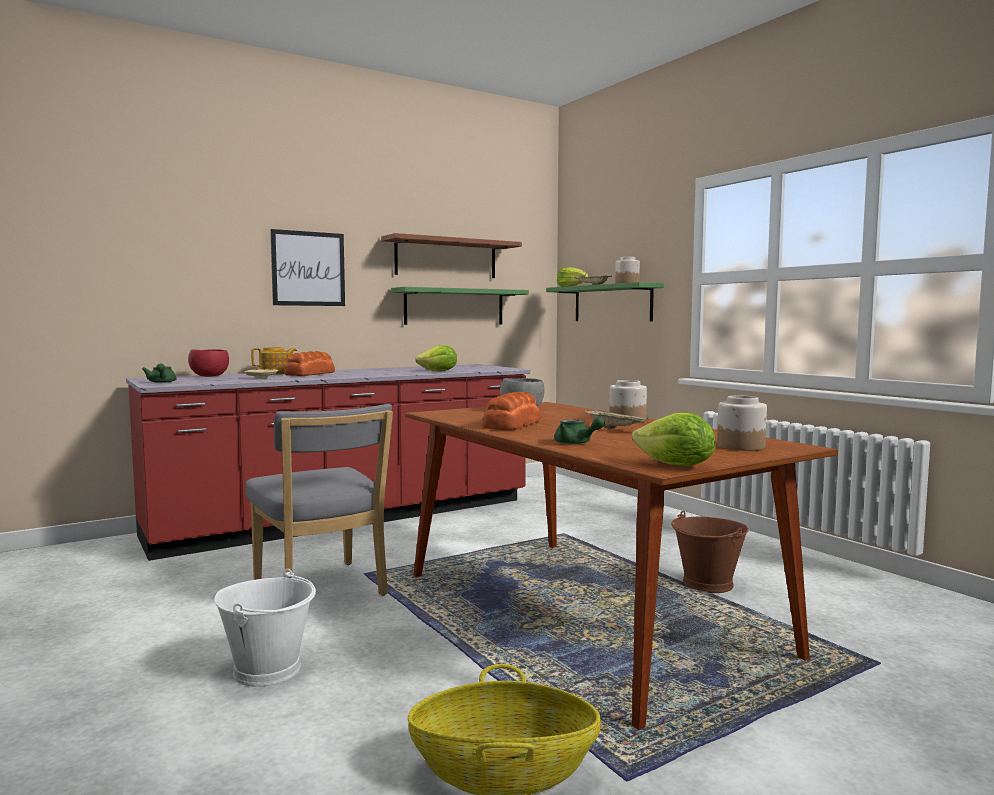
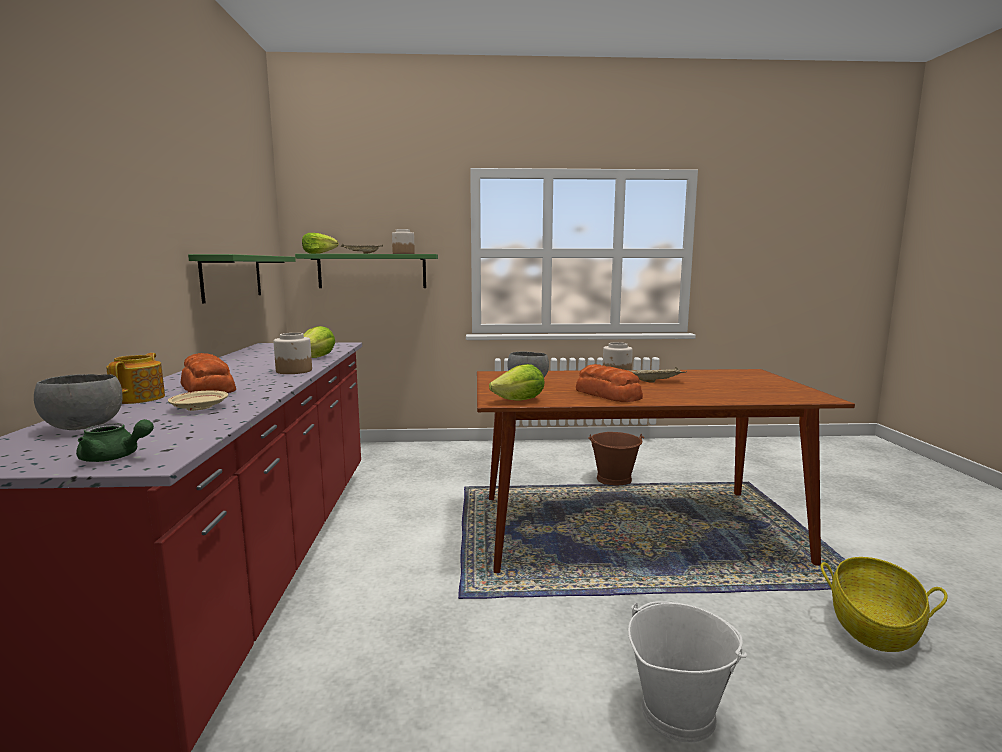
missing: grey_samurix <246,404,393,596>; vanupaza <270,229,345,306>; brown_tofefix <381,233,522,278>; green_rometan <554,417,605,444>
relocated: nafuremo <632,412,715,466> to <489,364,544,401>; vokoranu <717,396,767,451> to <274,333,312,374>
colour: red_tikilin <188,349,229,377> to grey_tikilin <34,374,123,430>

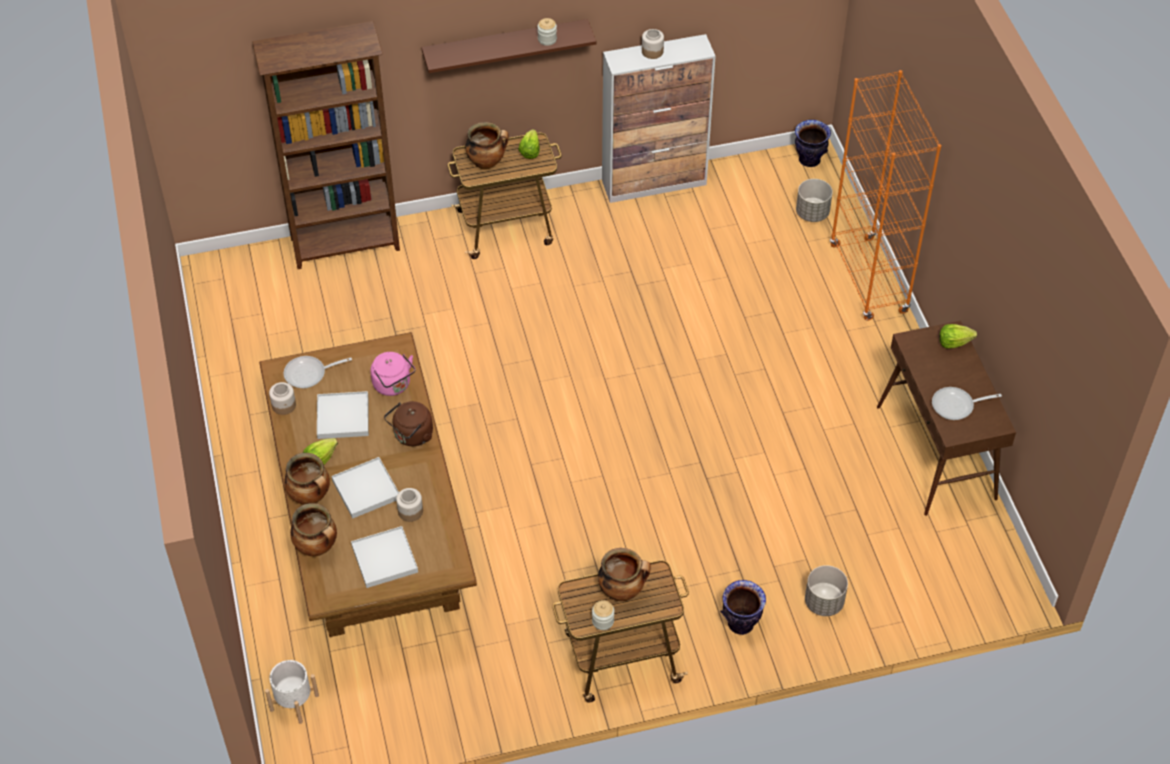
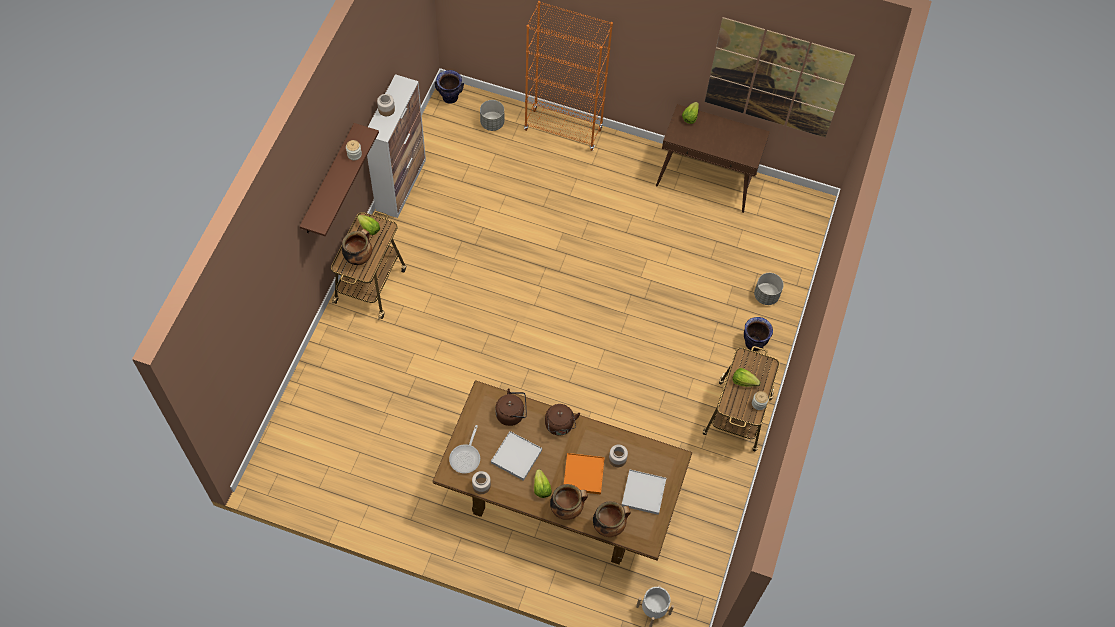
missing: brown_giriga <252,21,400,269>; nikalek <932,387,1002,420>
appeared: vanupaza <705,17,855,138>
exchanged: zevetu <598,548,651,601> to nafuremo <732,368,761,387>
colour: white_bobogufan <331,457,399,519> to orange_bobogufan <564,453,605,494>; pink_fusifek <370,352,416,396> to brown_fusifek <496,388,527,426>

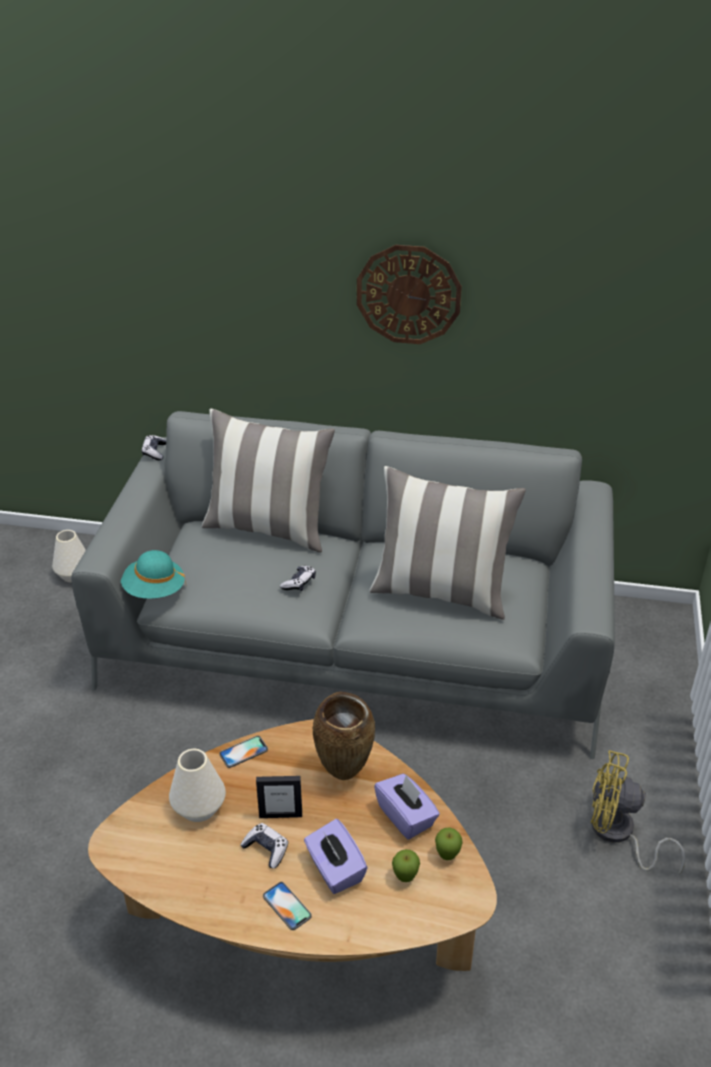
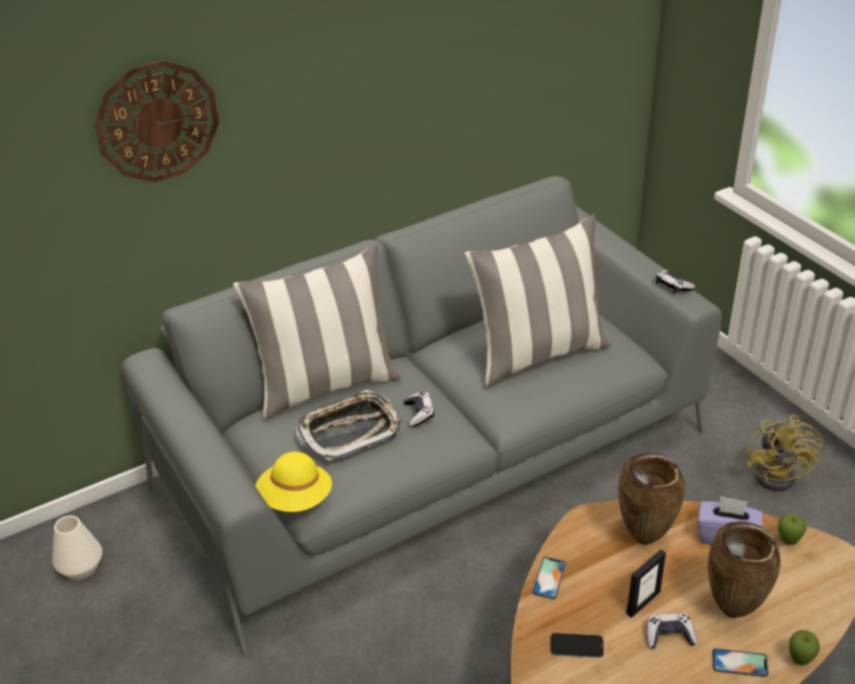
appeared: bobogufan <296,389,403,461>
relocated: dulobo <142,435,166,460> to <656,270,695,293>; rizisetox <357,245,462,344> to <95,60,219,182>; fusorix <392,849,420,882> to <789,630,820,665>
exchanged: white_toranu <169,749,226,822> to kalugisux <551,633,604,658>; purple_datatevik <304,819,368,894> to brown_toranu <708,521,781,618>
colour: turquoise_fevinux <121,550,186,599> to yellow_fevinux <255,452,332,512>
spun: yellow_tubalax <591,750,686,875> = <746,414,824,491> 60 degrees counterclockwise

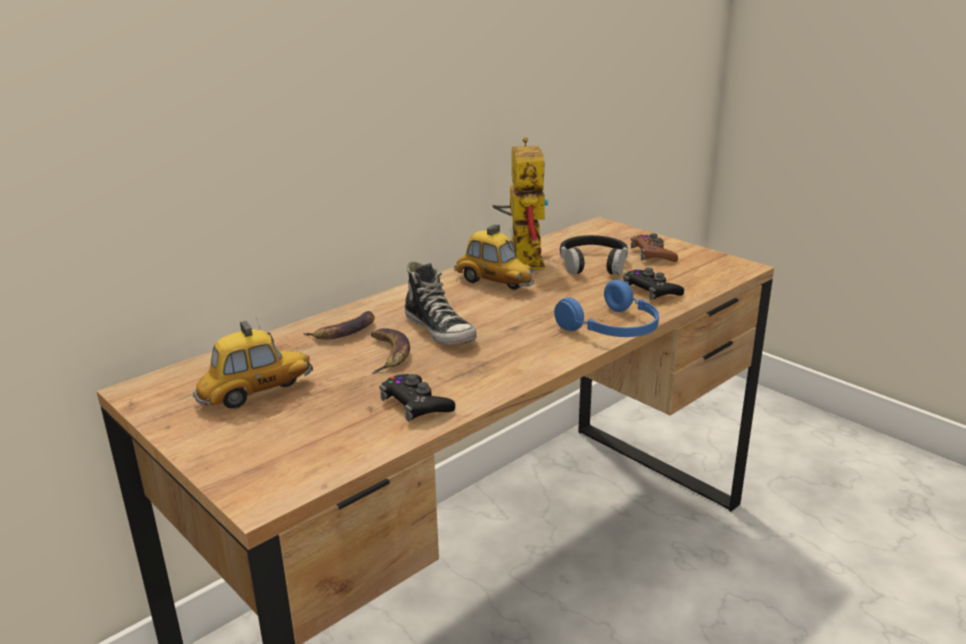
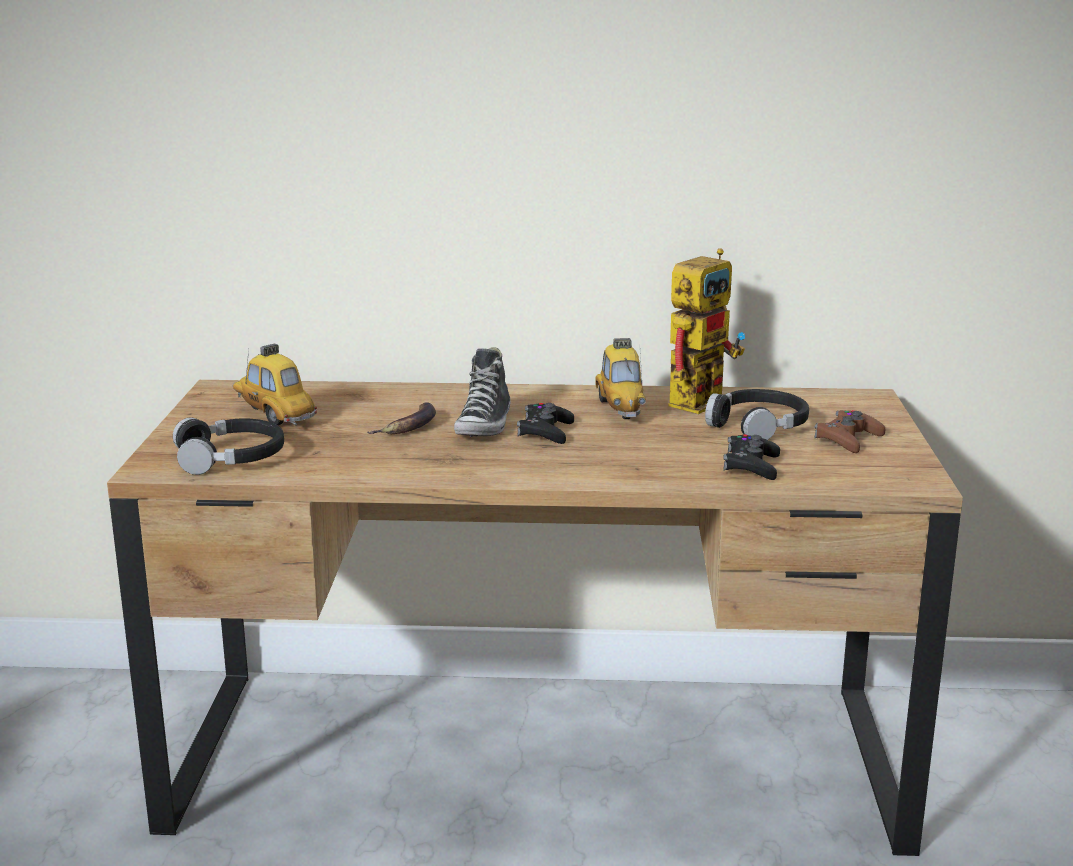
missing: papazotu <303,311,375,339>; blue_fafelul <554,280,659,337>
appeared: black_fafelul <173,417,284,475>
relocated: black_dulobo <379,374,455,421> to <517,403,574,444>
spun: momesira <193,318,313,409> = <233,343,317,425> 150 degrees counterclockwise

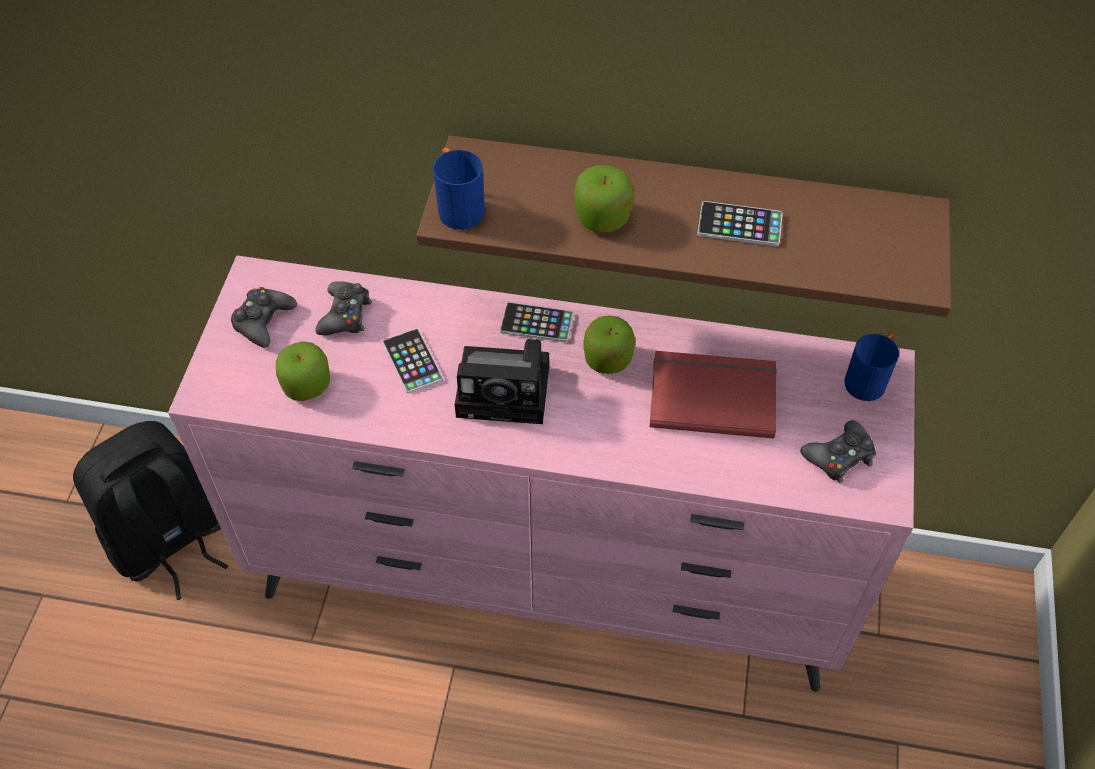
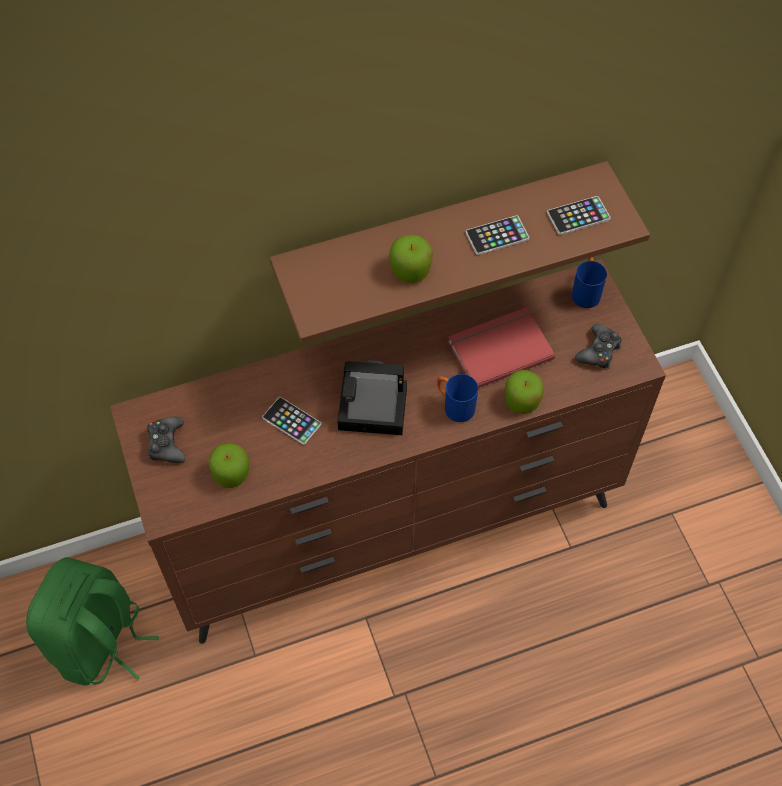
missing: black_dulobo <315,281,372,335>
relocated: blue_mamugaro <433,148,485,230> to <437,374,478,422>; kalugisux <500,302,574,342> to <547,196,611,235>; fusorix <583,315,635,374> to <505,370,544,414>
colour: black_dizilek <73,421,229,600> to green_dizilek <26,557,159,686>; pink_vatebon <168,256,915,692> to brown_vatebon <110,259,666,644>
spun: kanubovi <455,339,549,424> = <337,360,407,435> 150 degrees counterclockwise

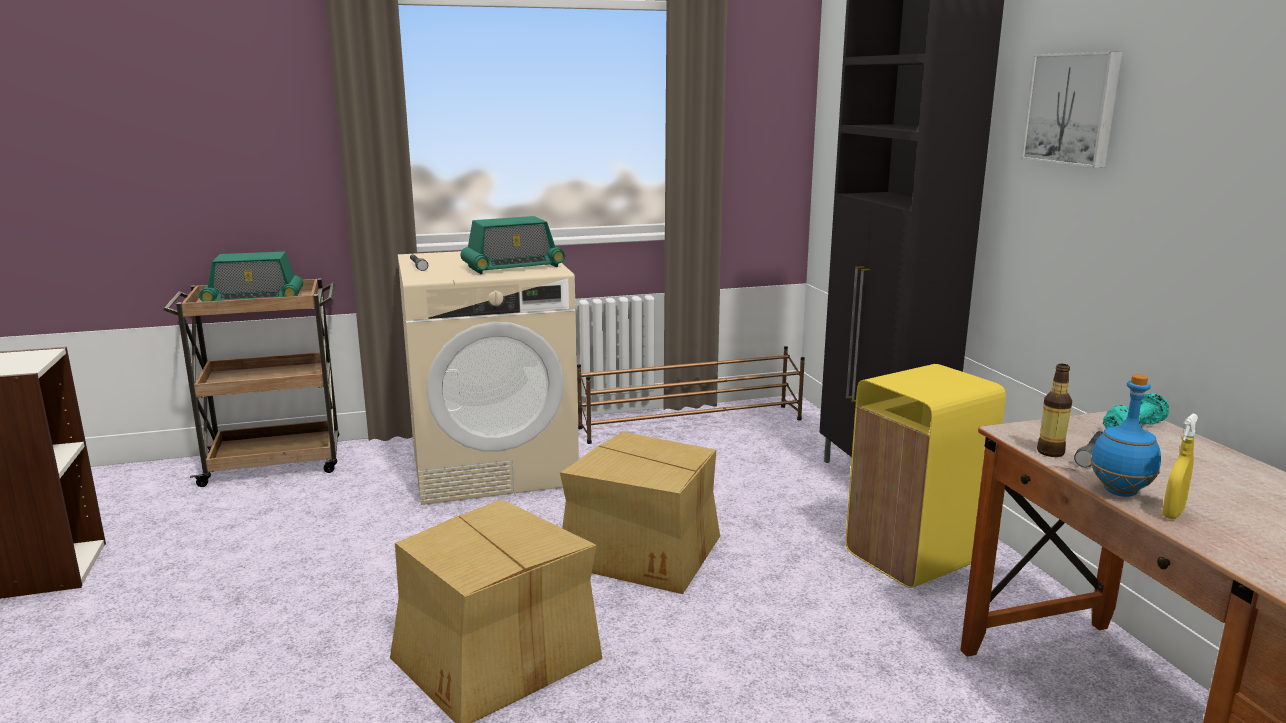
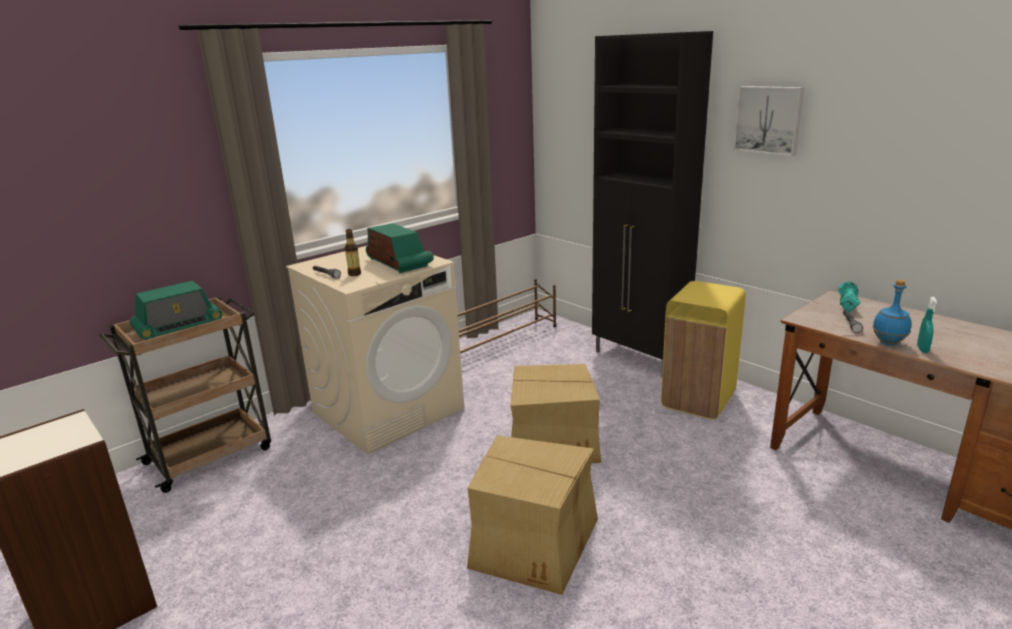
relocated: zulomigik <1037,364,1072,457> to <345,229,361,276>
colour: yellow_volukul <1162,413,1198,519> to turquoise_volukul <917,297,938,353>
spun: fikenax <460,216,565,274> = <366,223,434,273> 75 degrees counterclockwise

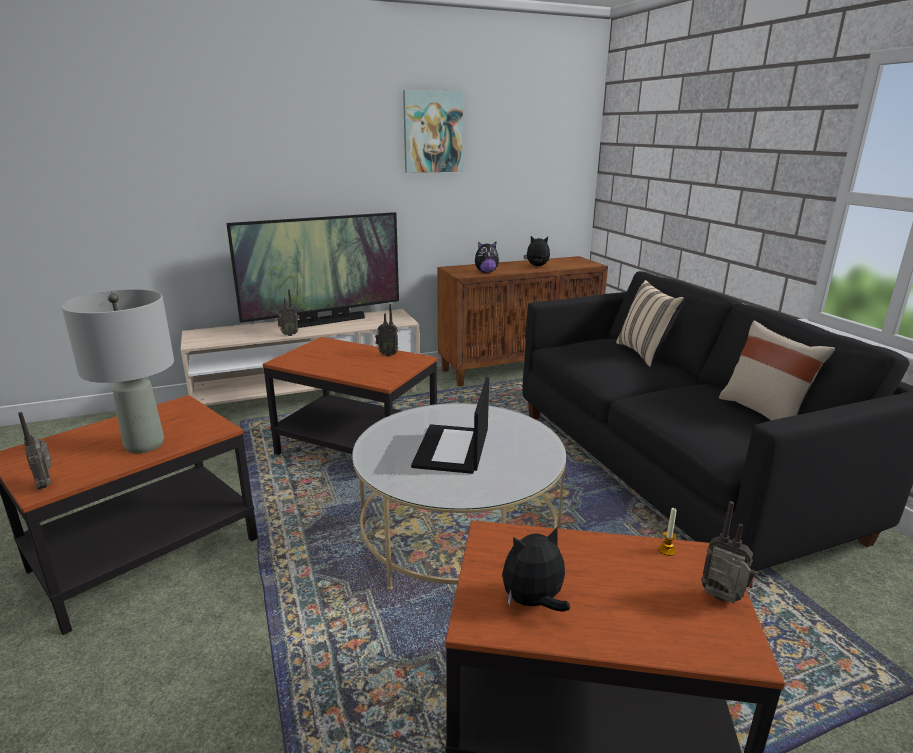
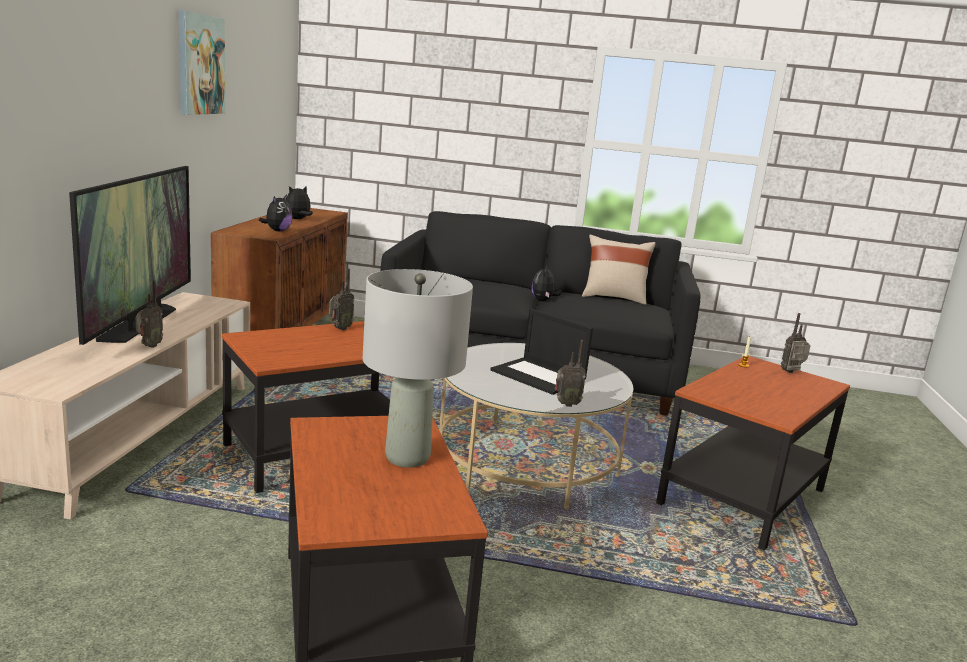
missing: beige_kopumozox <616,280,685,367>
relocated: fikenax <18,412,52,490> to <555,340,586,407>; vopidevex <502,527,570,612> to <532,265,562,301>

